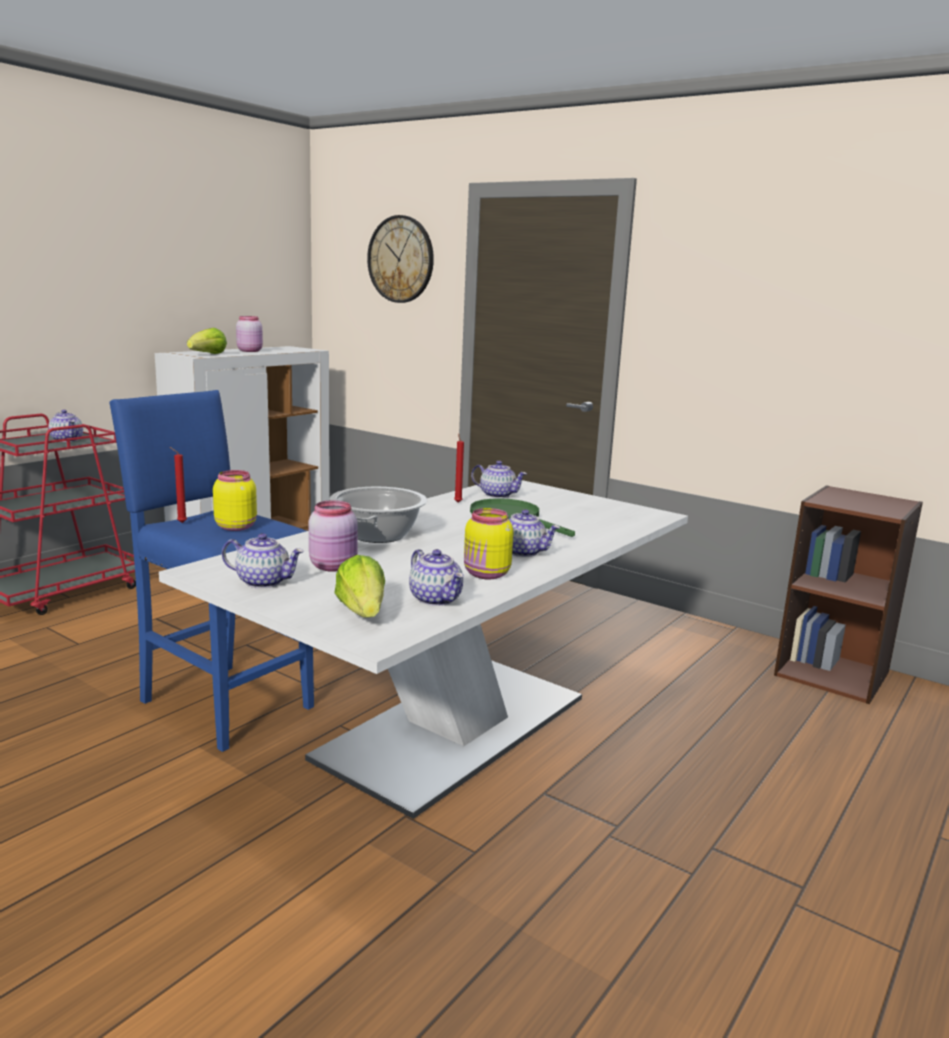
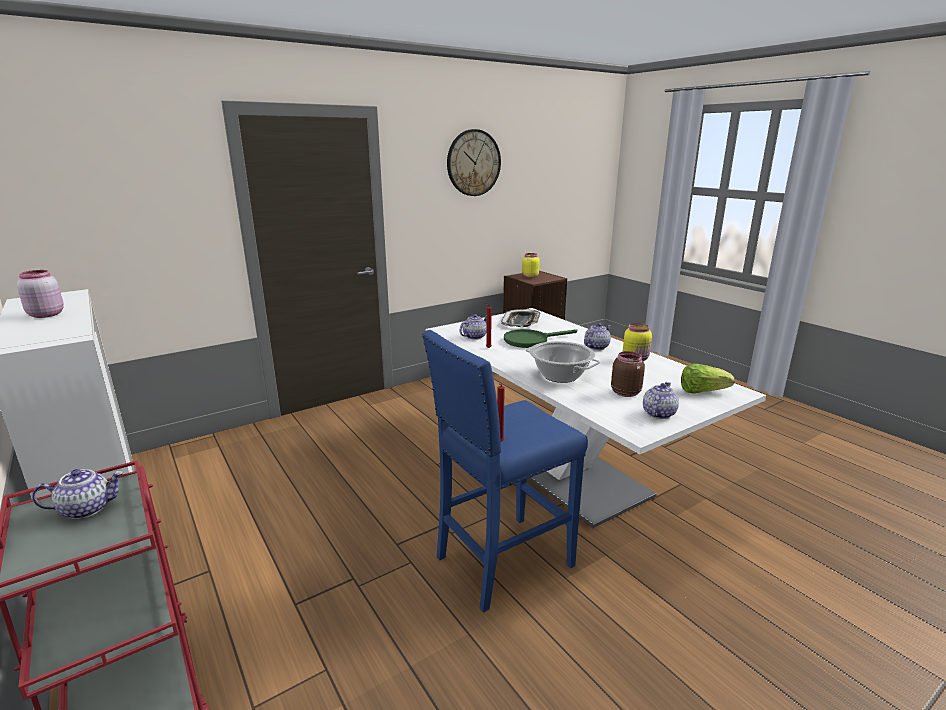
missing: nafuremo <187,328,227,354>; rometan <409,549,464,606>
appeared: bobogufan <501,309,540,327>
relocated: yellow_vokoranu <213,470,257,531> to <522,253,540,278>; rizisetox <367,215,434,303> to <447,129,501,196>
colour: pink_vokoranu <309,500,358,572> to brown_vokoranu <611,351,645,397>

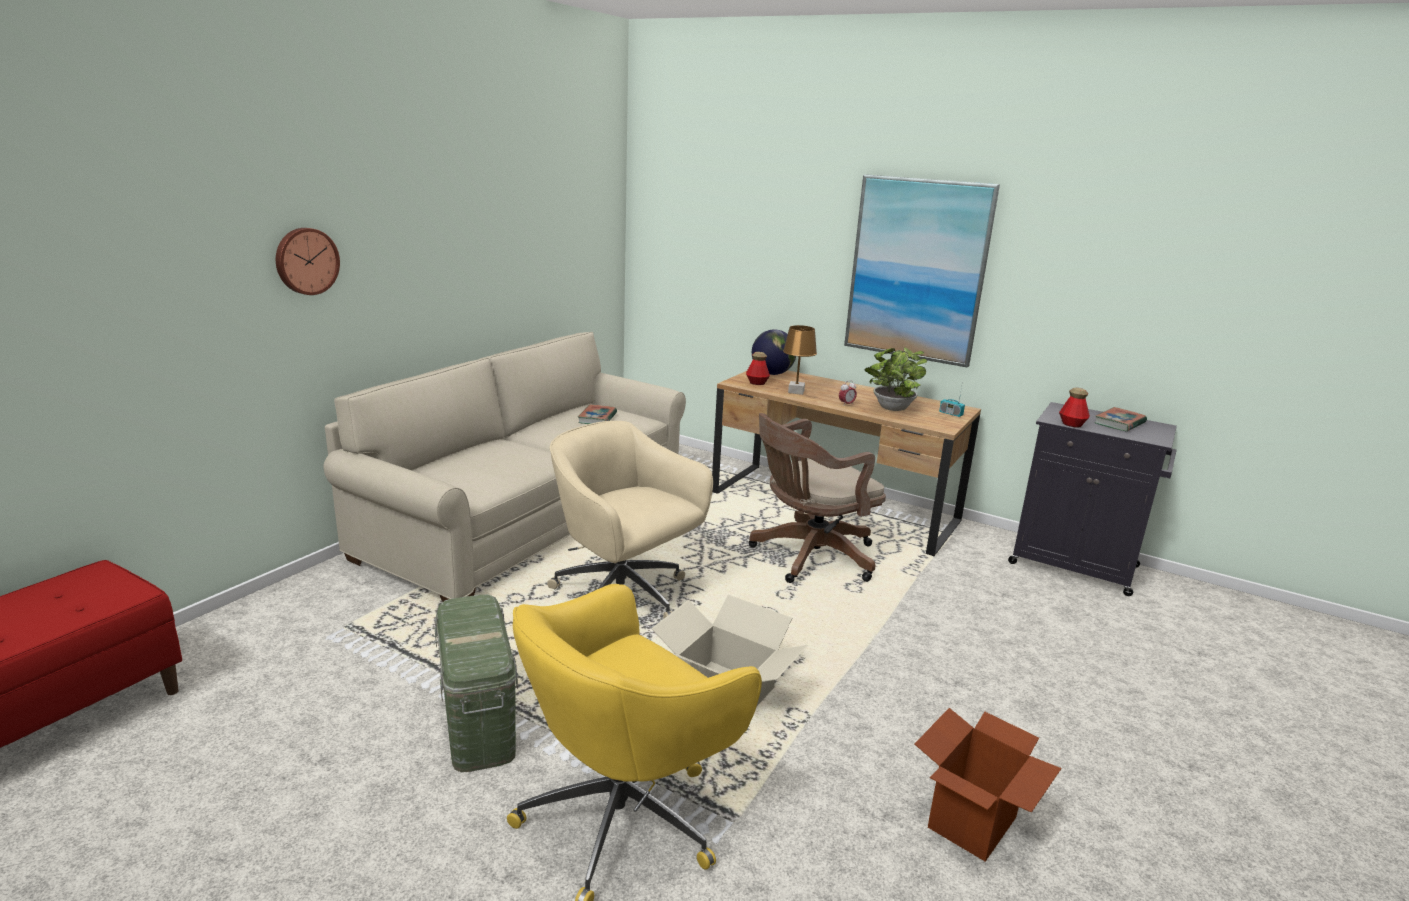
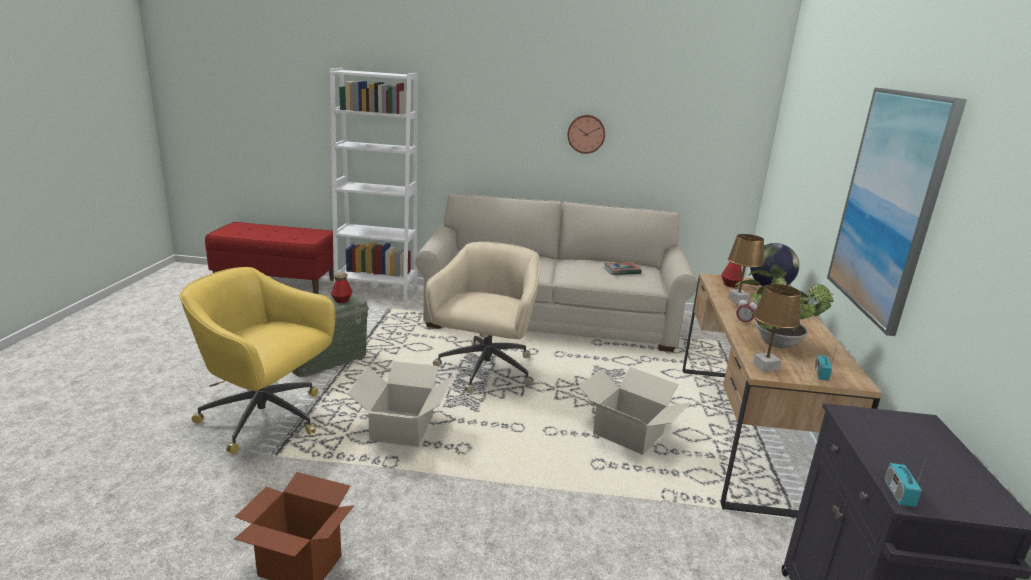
missing: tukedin <1094,407,1147,431>
appeared: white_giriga <330,68,418,301>; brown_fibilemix <753,284,801,372>; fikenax <885,450,929,507>
relocated: rizisetox <276,228,340,295> to <567,115,605,154>; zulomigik <1059,388,1090,428> to <331,272,353,303>
exchanged: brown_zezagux <749,413,886,583> to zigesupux <578,367,691,455>

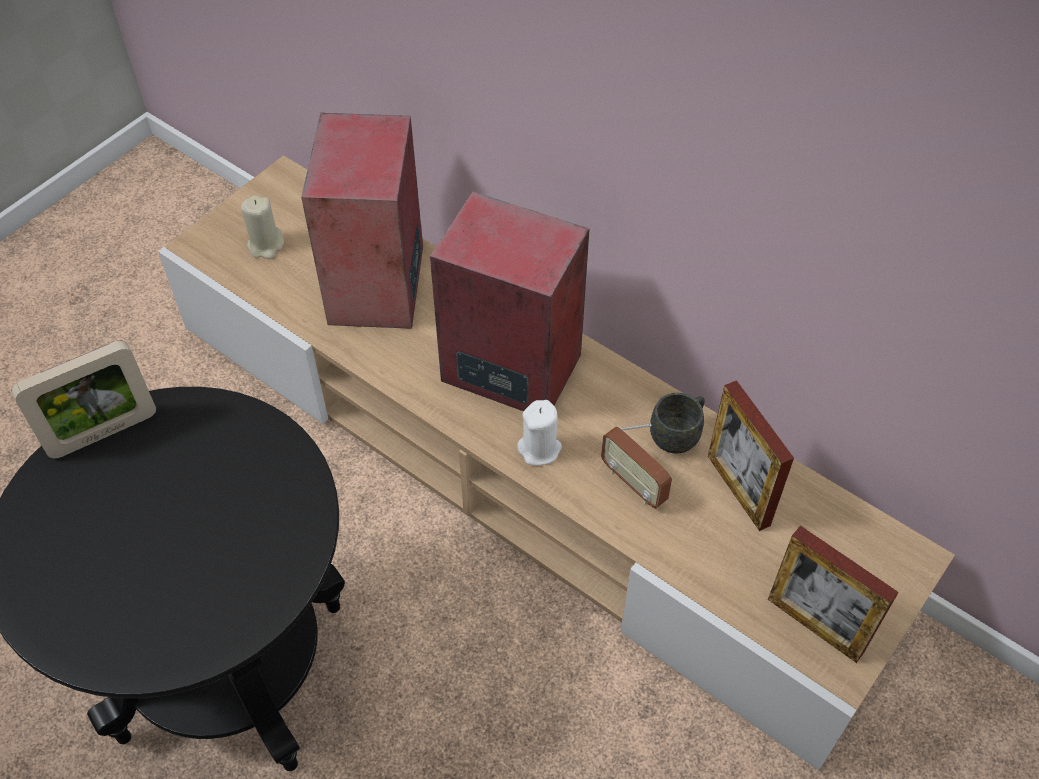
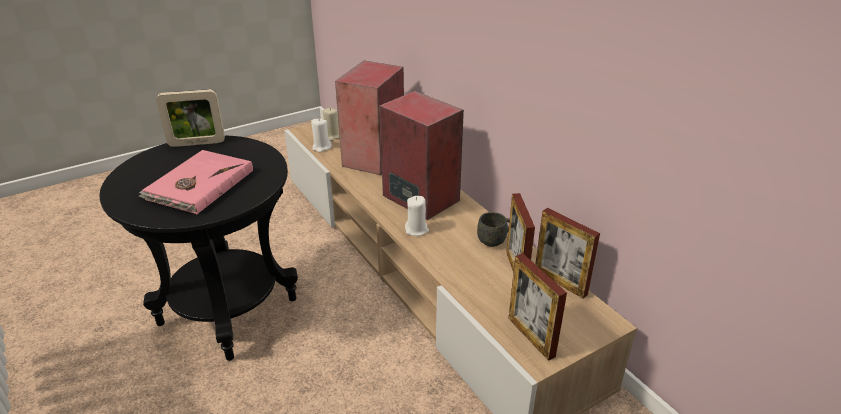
missing: fikenax <601,424,672,509>
appeared: pink_tukedin <139,150,253,214>; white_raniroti <311,119,332,152>; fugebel <535,208,600,299>

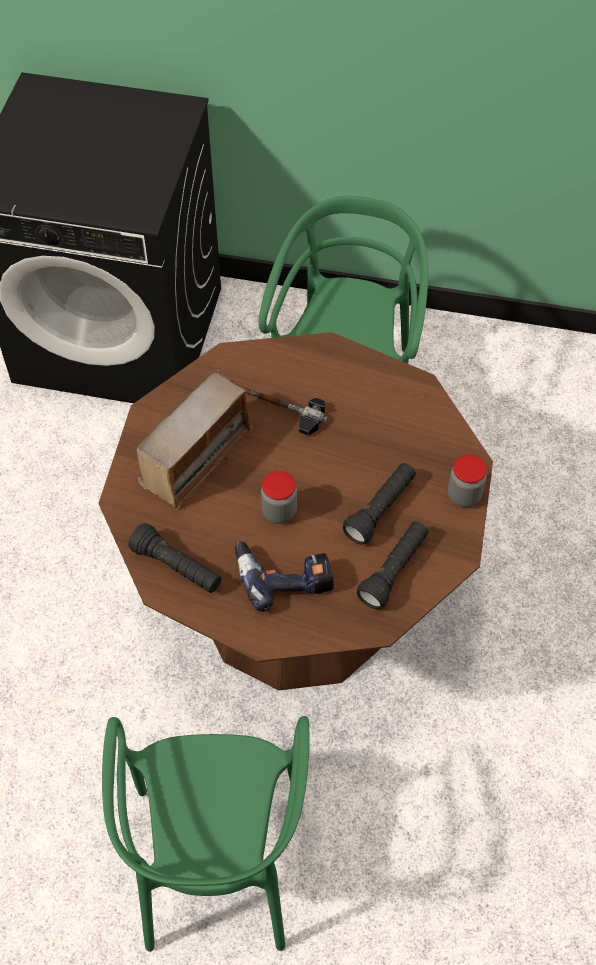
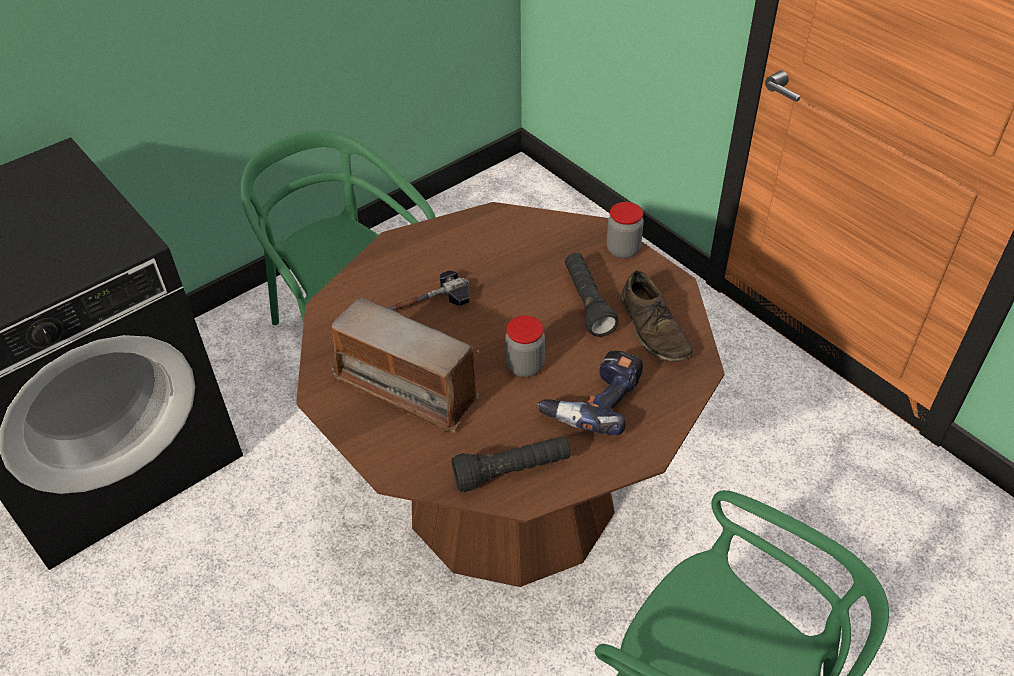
exchanged: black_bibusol <357,521,428,609> to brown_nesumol <621,271,693,362>
spun: fikenax <136,369,254,509> = <330,297,480,433> 135 degrees clockwise

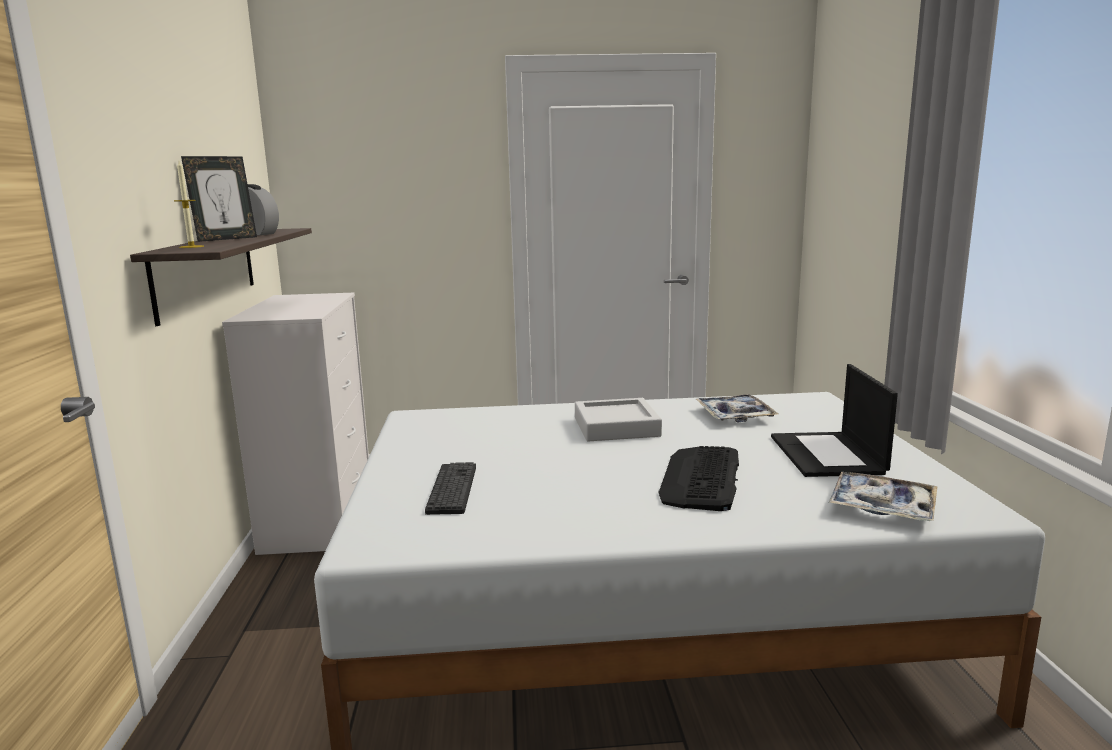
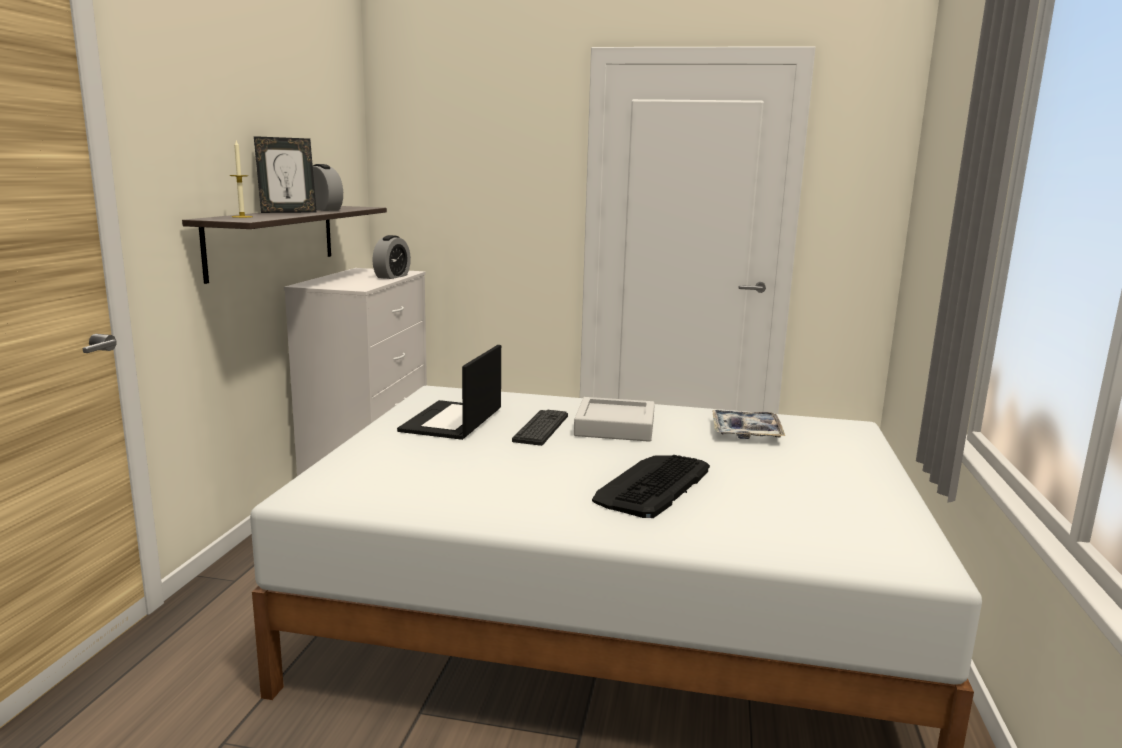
missing: bobogufan <829,472,938,521>
appeared: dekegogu <372,235,411,279>
relocated: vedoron <425,462,476,515> to <512,409,568,446>; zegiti <771,364,898,477> to <397,345,501,440>

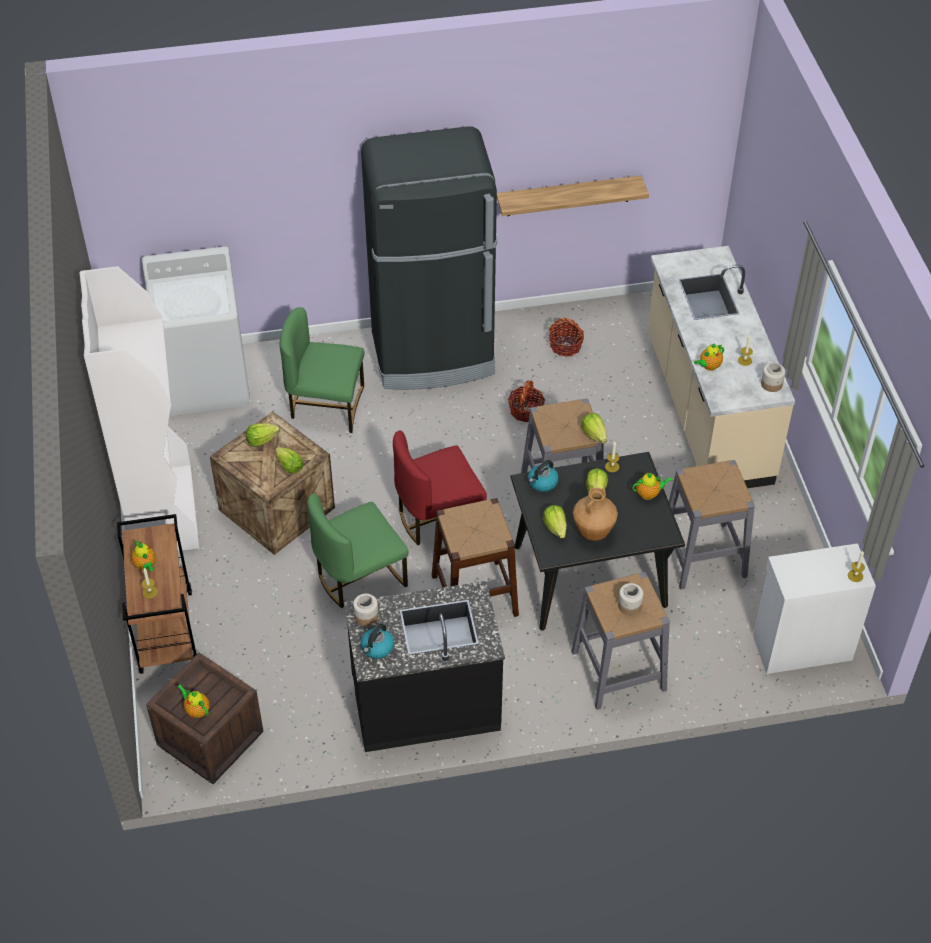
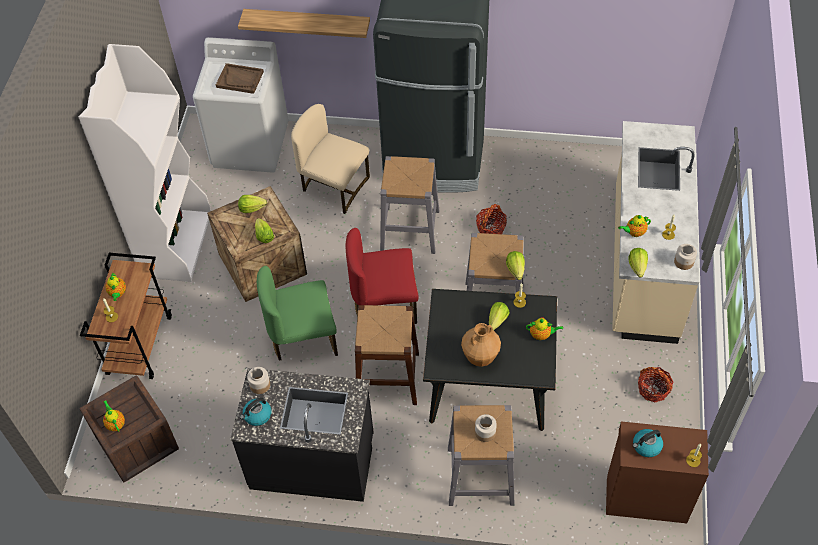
appeared: brown_bobogufan <216,63,264,94>
relocated: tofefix <497,175,649,216> to <238,9,370,38>; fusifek <528,460,559,492> to <633,429,663,457>; nafuremo <543,505,567,539> to <628,248,648,278>; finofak <549,318,584,356> to <638,367,674,402>; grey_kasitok <669,460,755,589> to <380,156,439,254>
colour: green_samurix <280,307,364,433> to beige_samurix <291,104,370,214>; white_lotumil <753,543,876,674> to brown_lotumil <606,422,709,523>

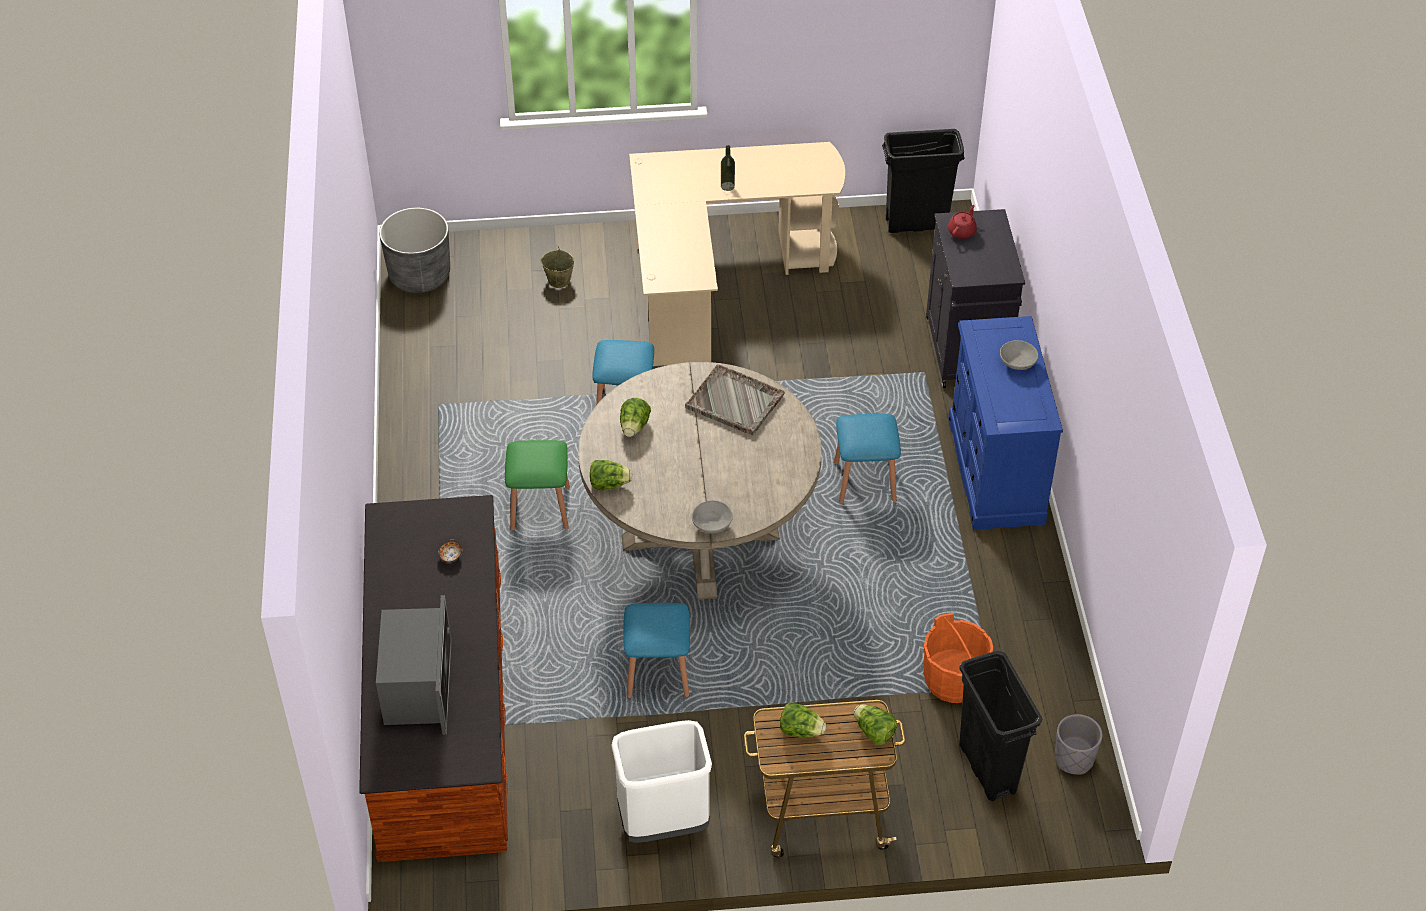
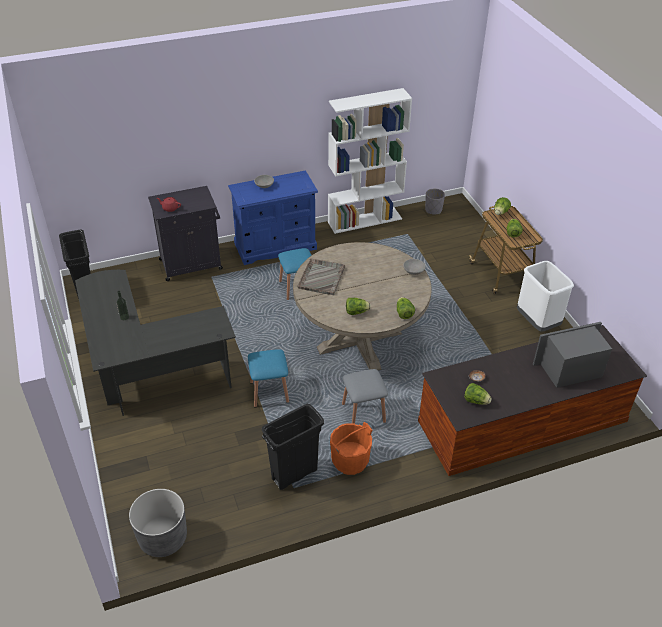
missing: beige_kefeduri <540,245,575,288>; blue_kasitok <623,603,690,698>
appeared: white_giriga <328,88,412,234>; nafuremo <464,383,492,405>
relocated: orange_kefeduri <923,613,993,703> to <330,422,372,475>; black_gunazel <959,651,1043,801> to <262,404,324,490>
colour: green_kasitok <505,440,570,530> to grey_kasitok <342,369,388,423>; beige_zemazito <629,142,845,366> to black_zemazito <75,270,236,416>

